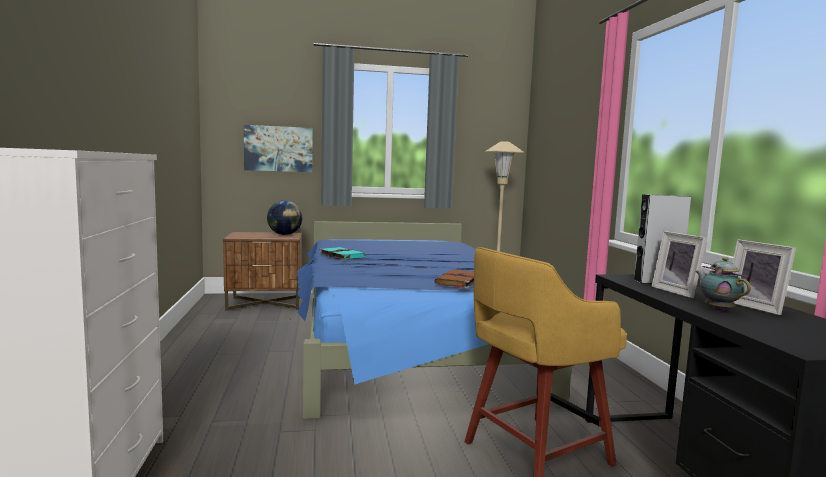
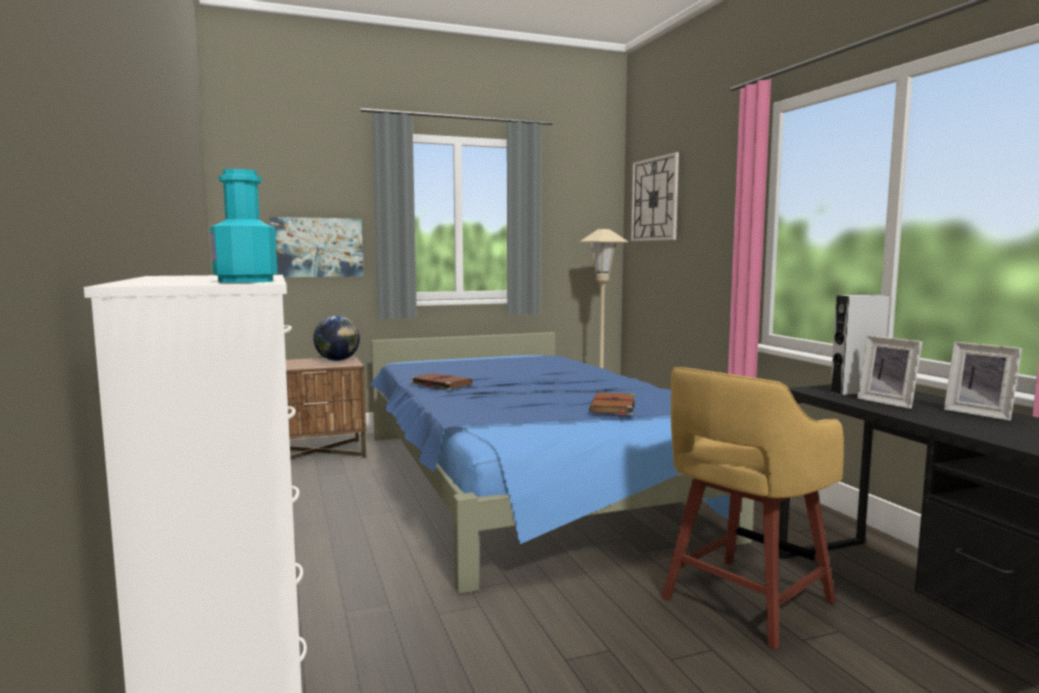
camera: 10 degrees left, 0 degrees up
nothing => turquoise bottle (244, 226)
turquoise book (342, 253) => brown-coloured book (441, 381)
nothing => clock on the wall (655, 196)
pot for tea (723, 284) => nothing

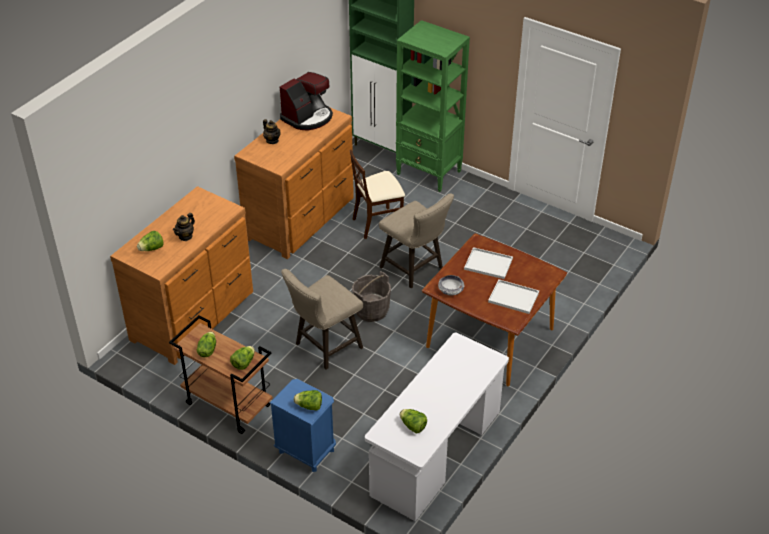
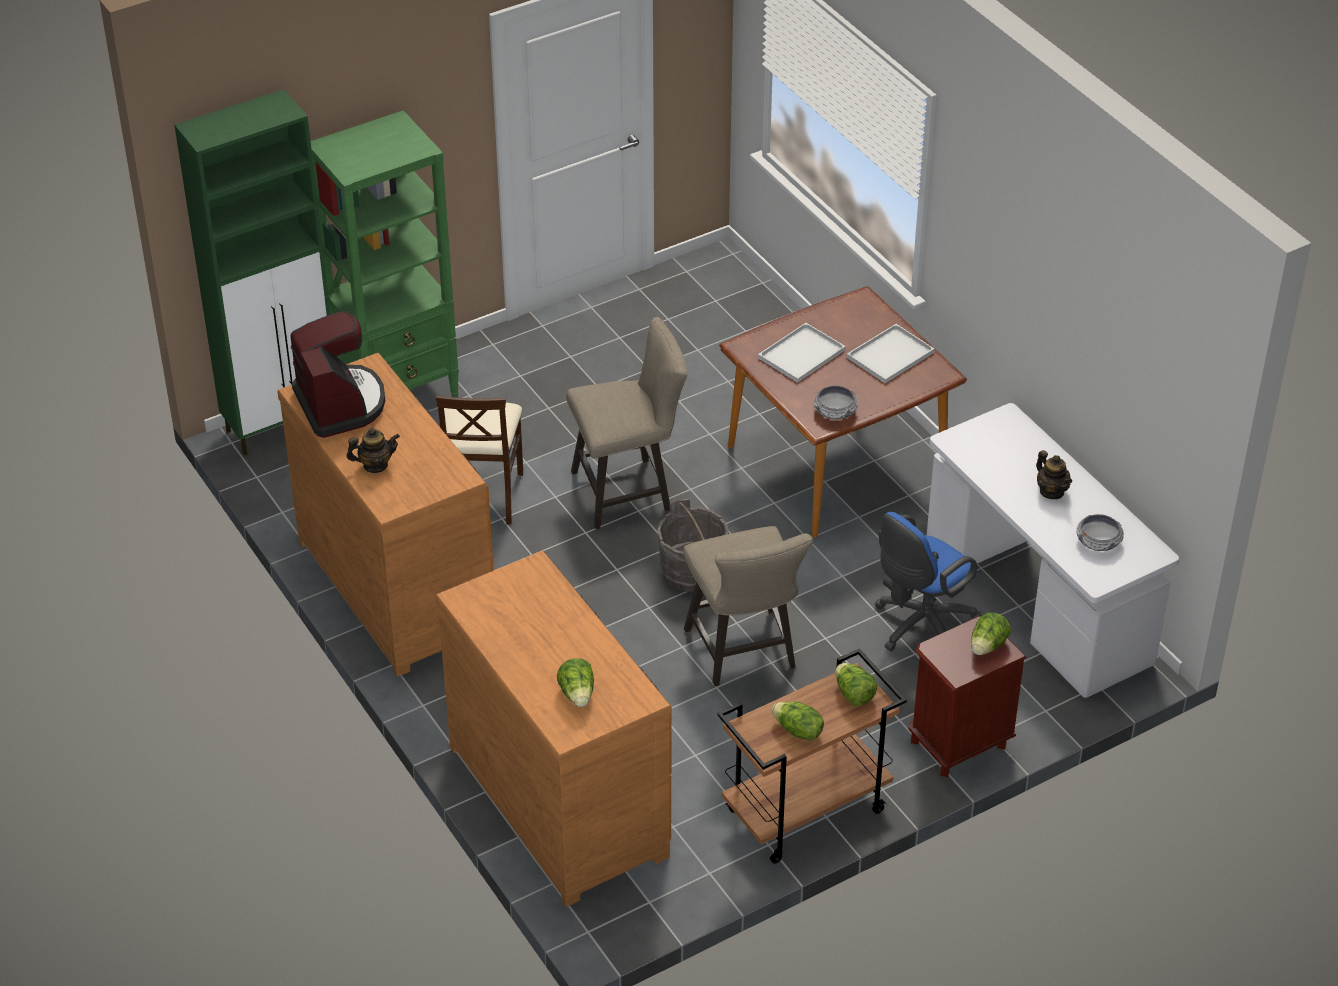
camera: 65 degrees left, 0 degrees up
nothing => bluish computer chair (927, 581)
bluish bedside table (302, 425) => brown-coloured bedside table (968, 696)
pot for tea (184, 227) => pot for tea (1054, 474), shifted
lettuce (413, 421) => serving bowl (1100, 532)

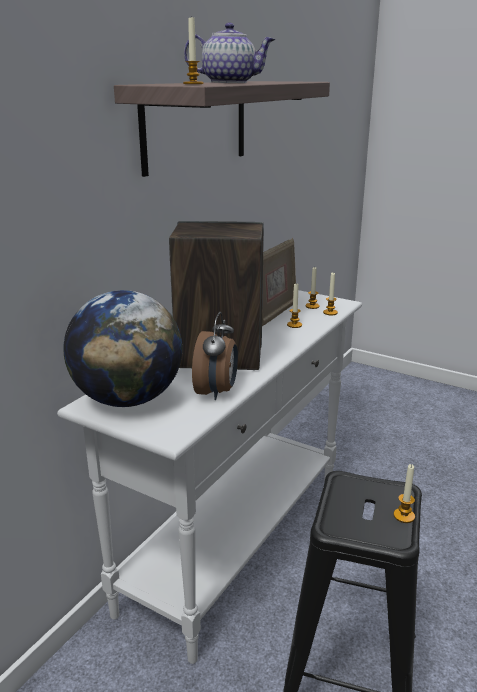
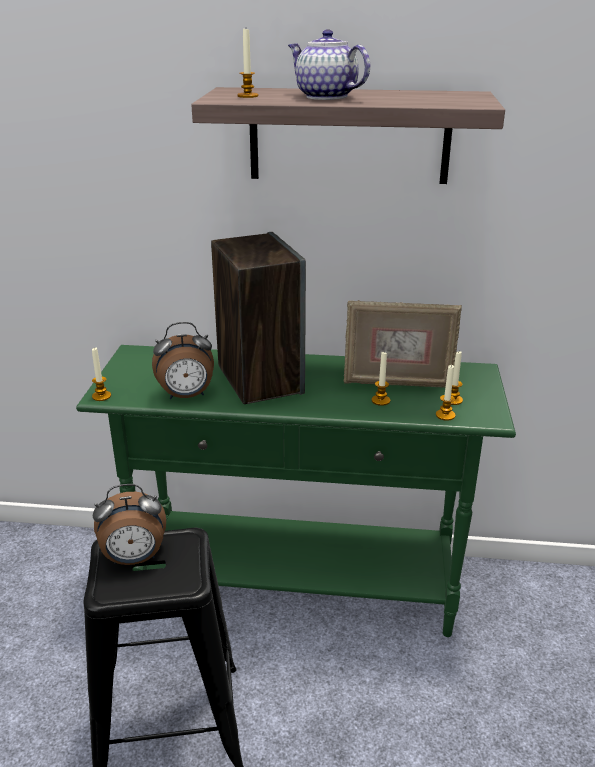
camera: 65 degrees right, 5 degrees up
whitish console table (209, 477) => green console table (296, 491)
wax light (404, 493) => wax light (101, 374), shifted
nothing => alarm clock (129, 524)
pot for tea (229, 53) => pot for tea (329, 64), 150 degrees clockwise
desk globe (122, 348) => nothing

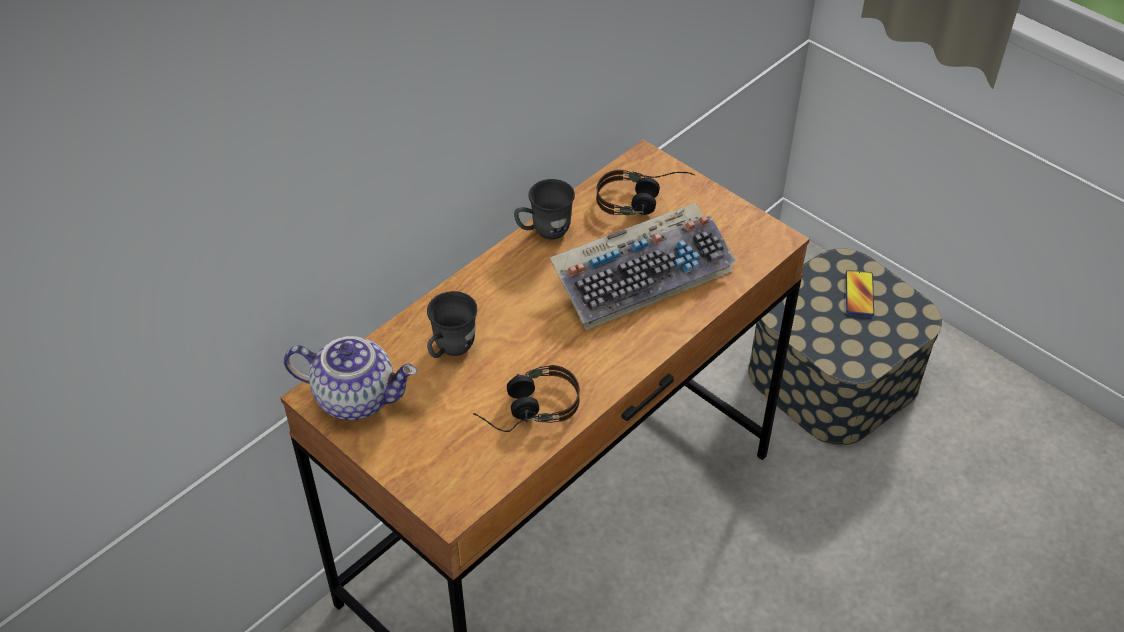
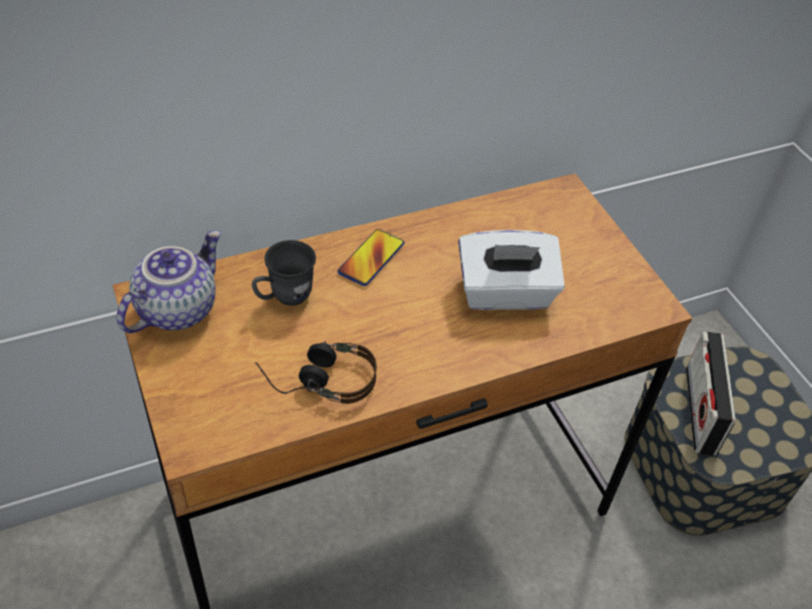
camera: 20 degrees right, 0 degrees up
pot for tea (350, 378) => pot for tea (168, 281), 90 degrees counterclockwise
handset (860, 293) => handset (371, 257), shifted
PC keyboard (643, 266) => whitish box of tissues (511, 270)
nothing => radio receiver (711, 393)
grey tea mug (544, 209) => nothing
headset (645, 192) => nothing

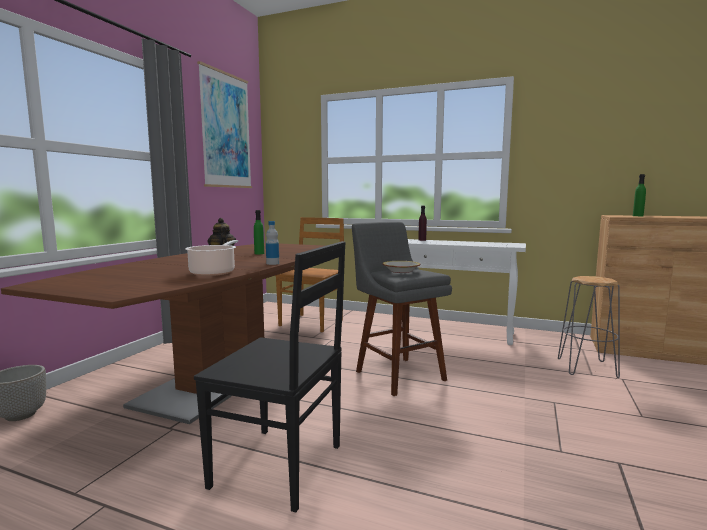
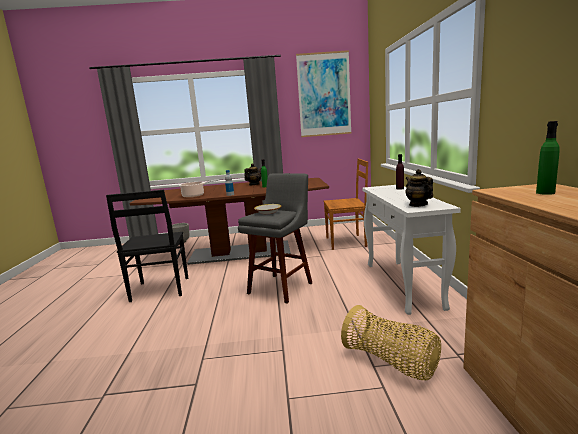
camera: 65 degrees right, 5 degrees up
grey stool (589, 327) => basket (391, 342)
nothing => pot for tea (419, 188)

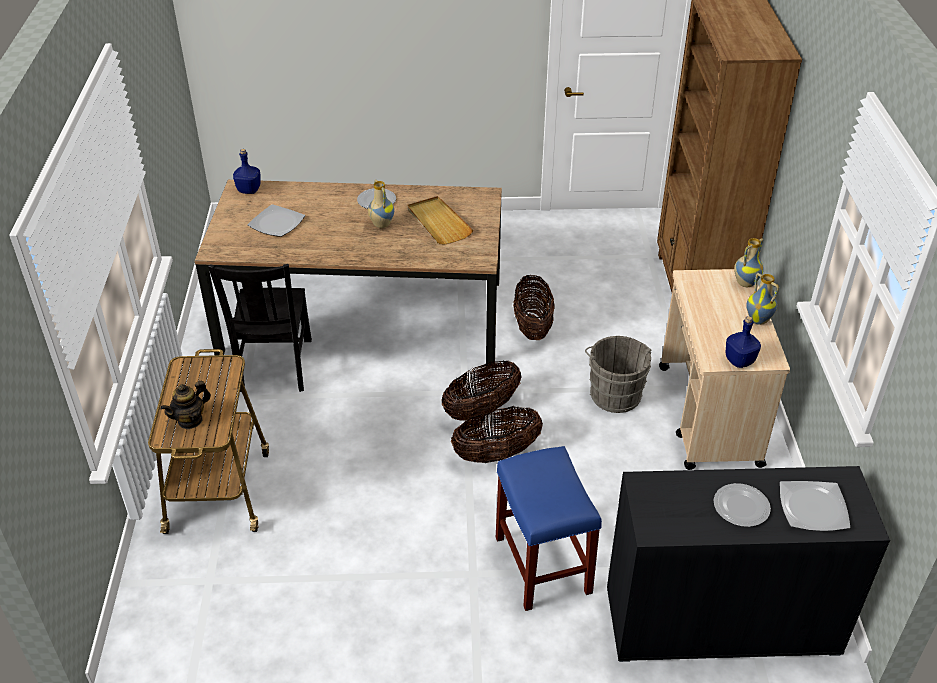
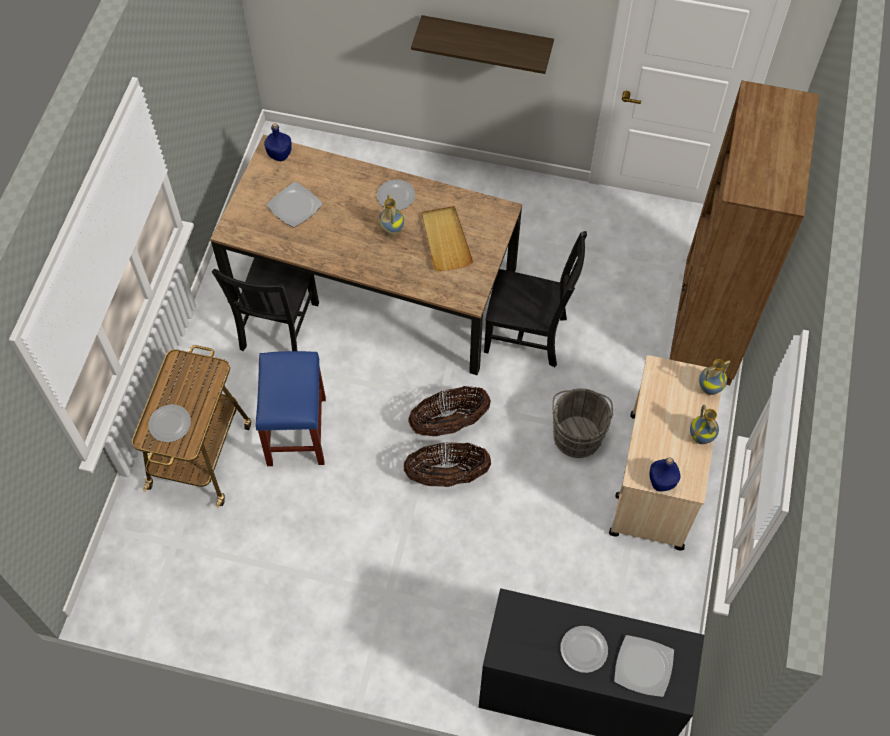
camera: 15 degrees right, 20 degrees up
pot for tea (185, 405) => dinner plate (169, 423)
bluish stool (549, 528) => bluish stool (291, 408), shifted
nothing => wall shelf (482, 44)
basket (534, 307) => black-coloured upright chair (535, 299)

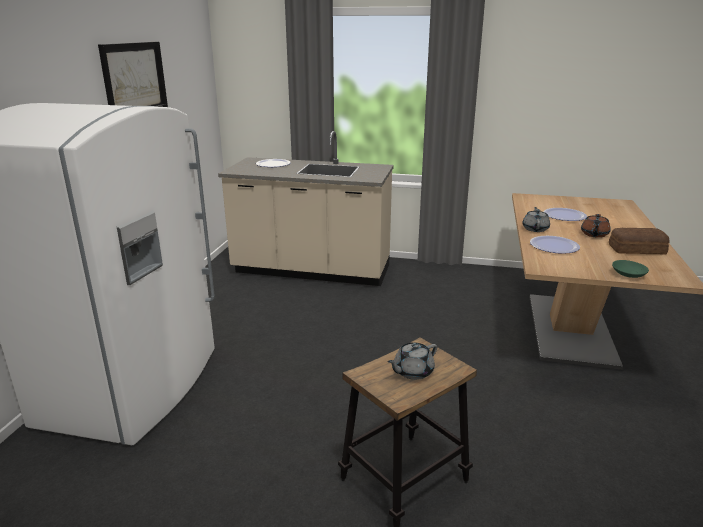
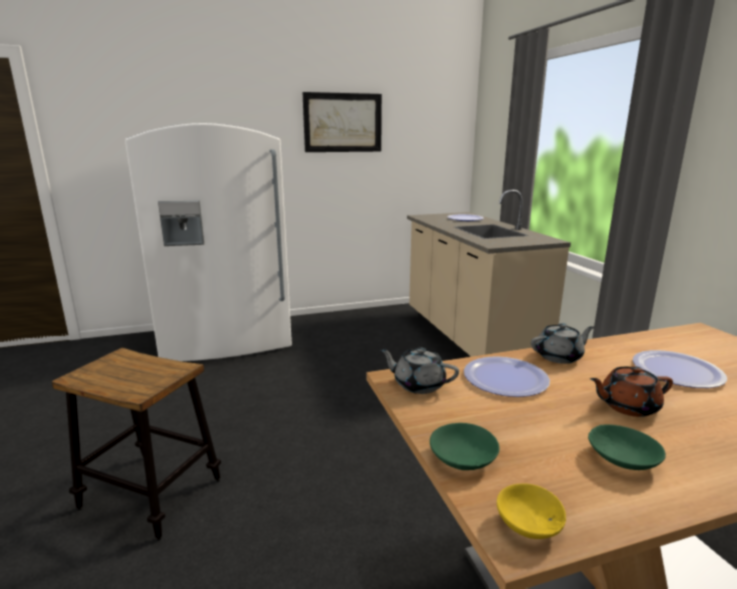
camera: 60 degrees right, 5 degrees down
grey pot for tea (412, 361) => grey pot for tea (419, 370), shifted
nothing => yellow serving bowl (531, 511)
baked bread (639, 241) => green serving bowl (627, 447)

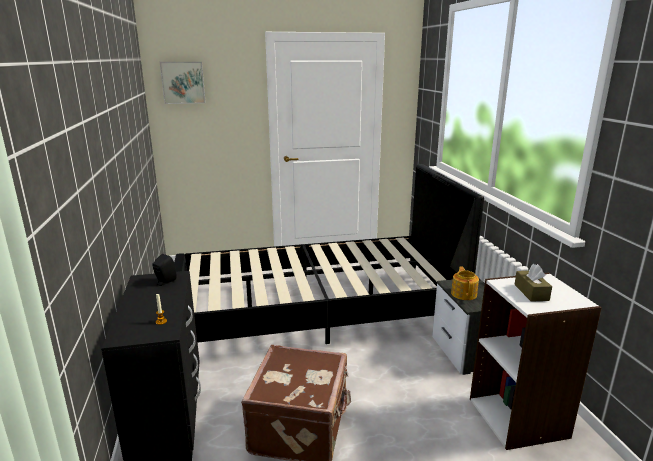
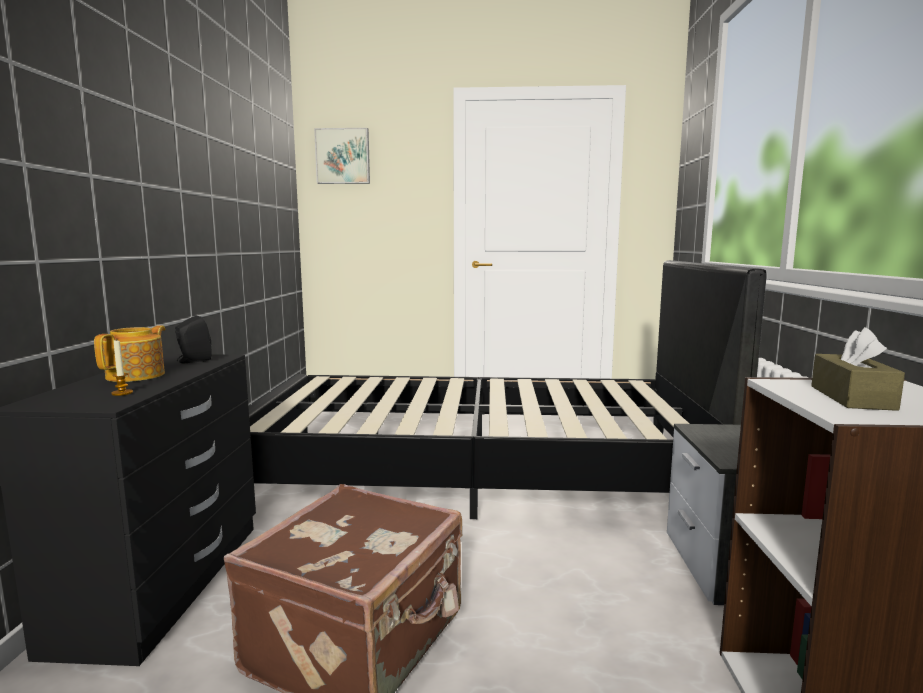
camera: 15 degrees right, 10 degrees down
pot for tea (465, 283) => pot for tea (130, 353), shifted

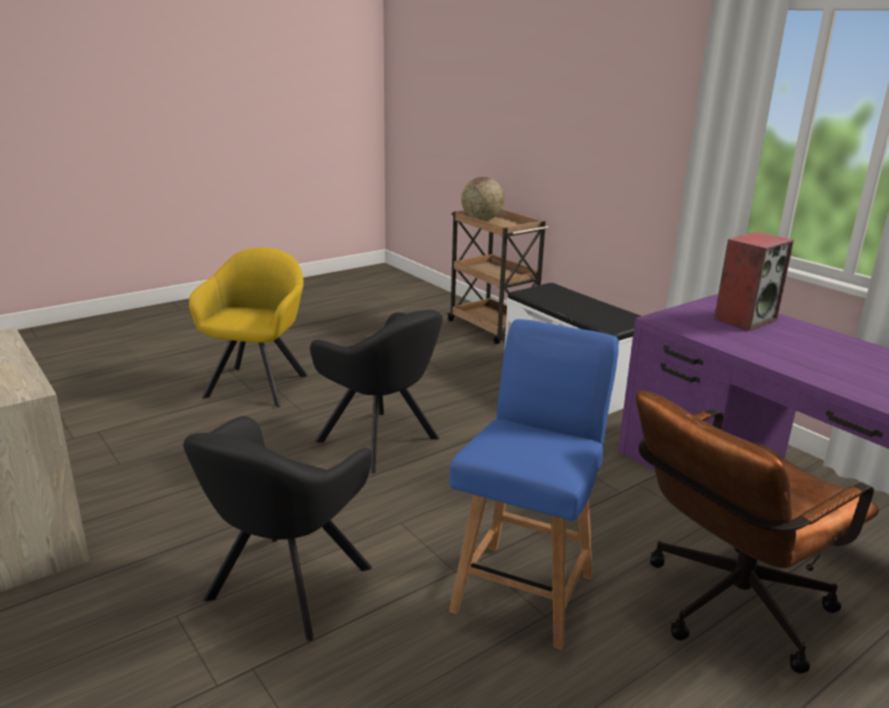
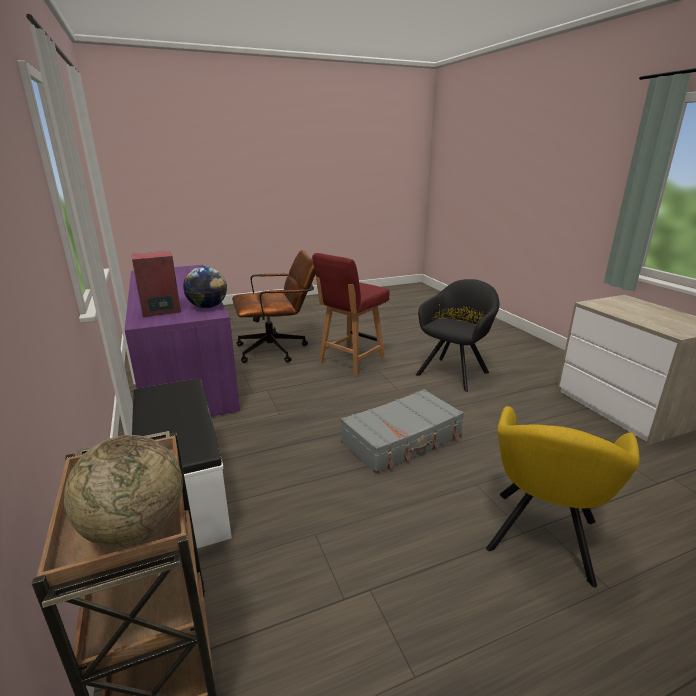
camera: 165 degrees left, 0 degrees up
nothing => desk globe (205, 287)
bluish upright chair (534, 484) => red upright chair (351, 314)
black-coloured lounge chair (376, 391) => grey travel case (402, 431)

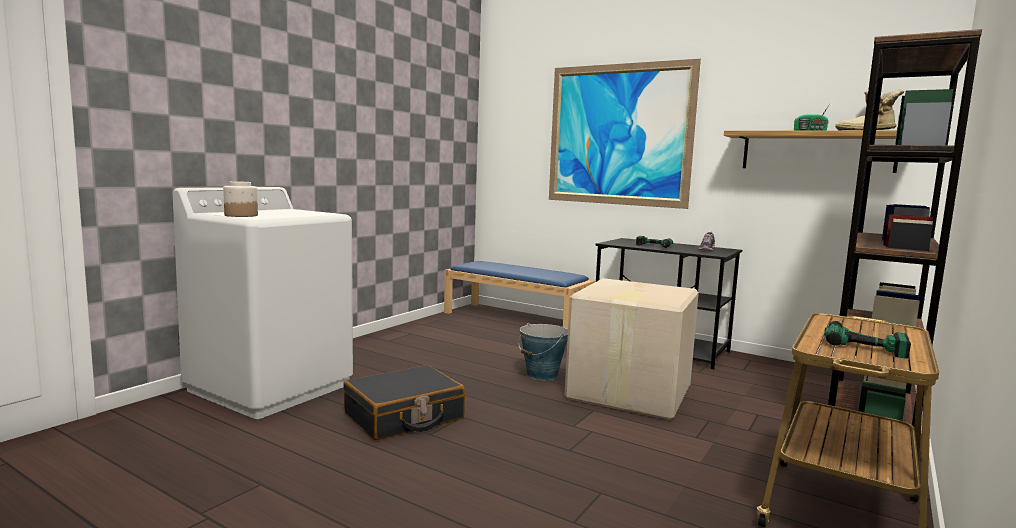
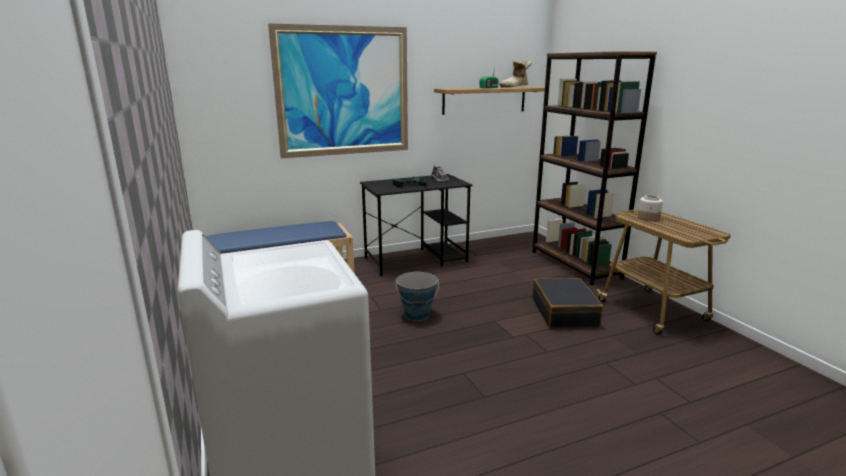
camera: 55 degrees left, 10 degrees up
black-coloured travel case (404, 402) => black-coloured travel case (568, 303), shifted
jar (240, 199) => jar (650, 208), shifted
cardboard box (632, 349) => nothing
drill (867, 340) => nothing

